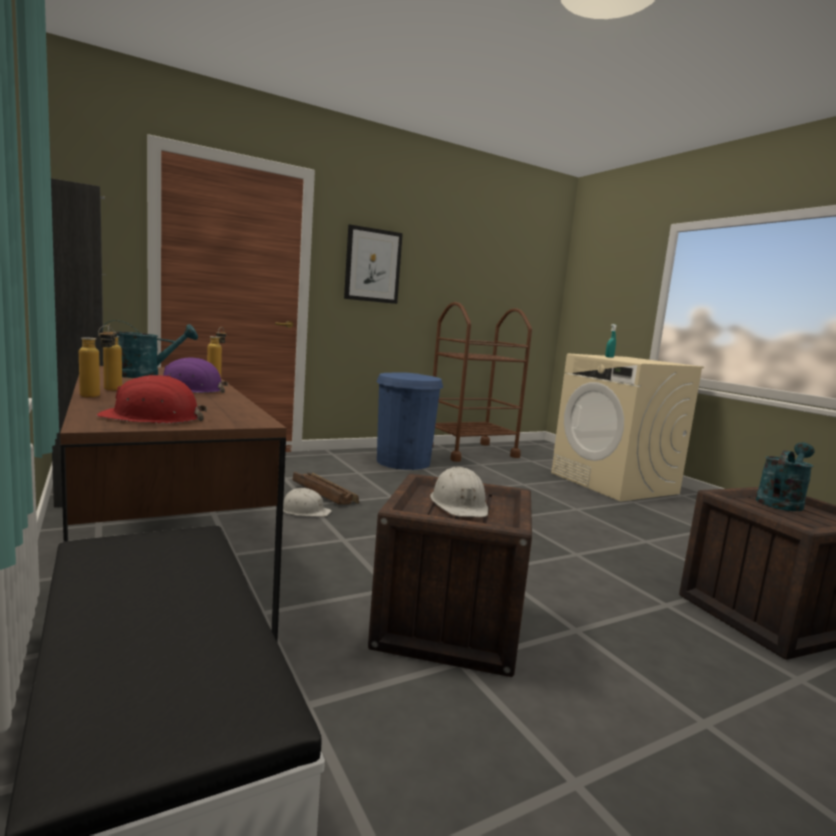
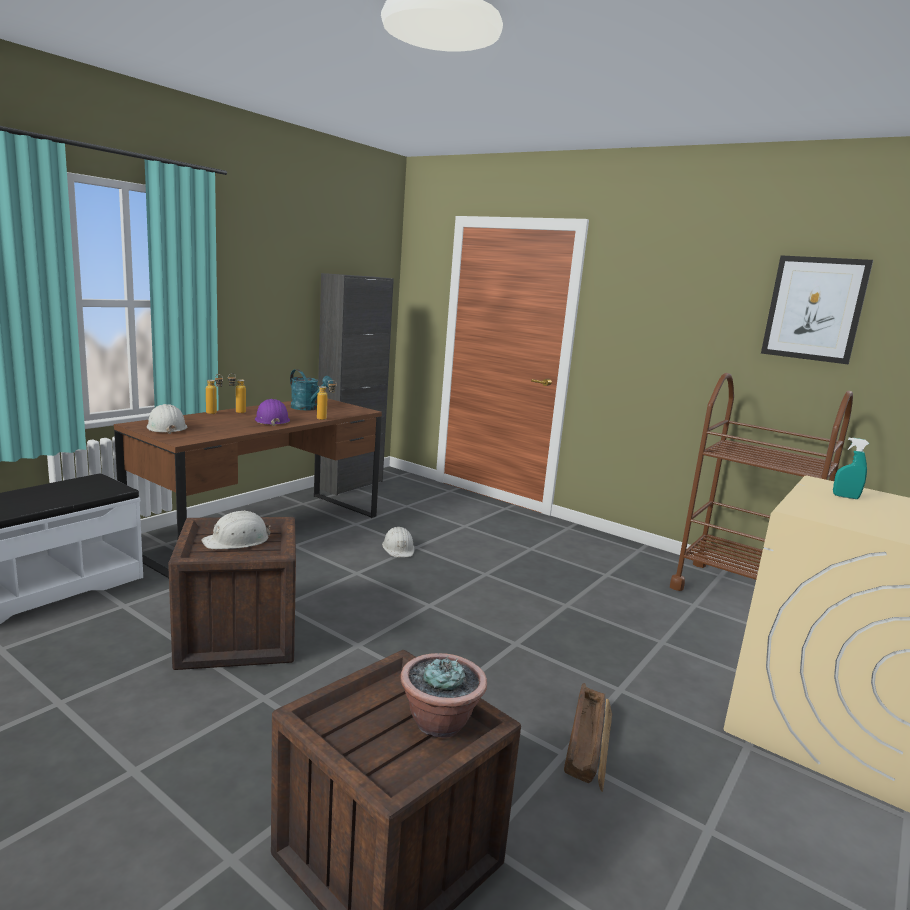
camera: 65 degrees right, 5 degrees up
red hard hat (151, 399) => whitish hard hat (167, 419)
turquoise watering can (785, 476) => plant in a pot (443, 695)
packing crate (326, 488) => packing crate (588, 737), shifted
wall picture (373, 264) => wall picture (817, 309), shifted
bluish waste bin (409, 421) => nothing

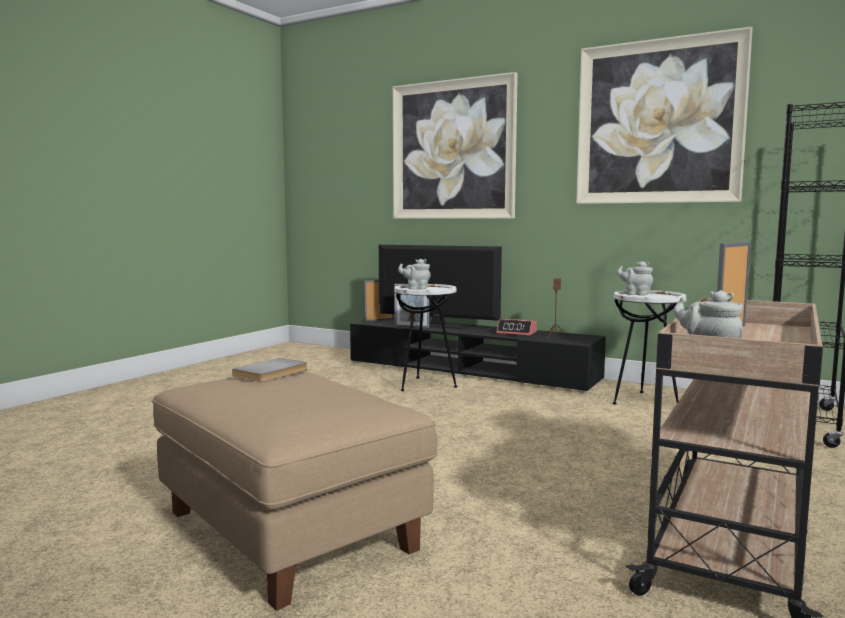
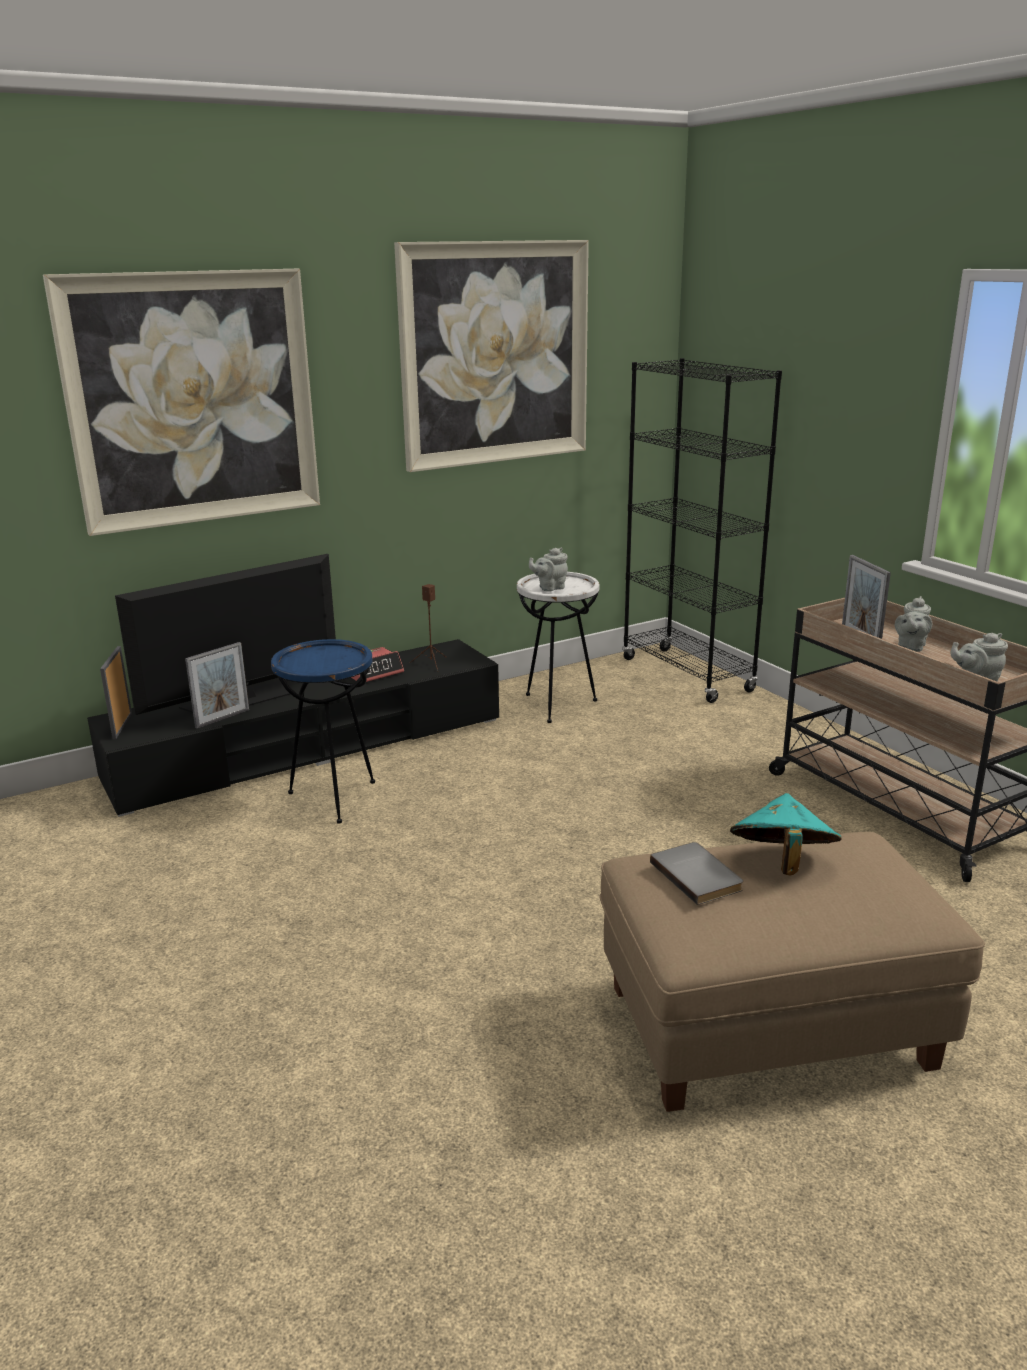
camera: 60 degrees left, 15 degrees up
whitish side table (425, 337) => bluish side table (323, 731)
nothing => turquoise hat (786, 834)
grey pot for tea (414, 274) => grey pot for tea (913, 624), shifted

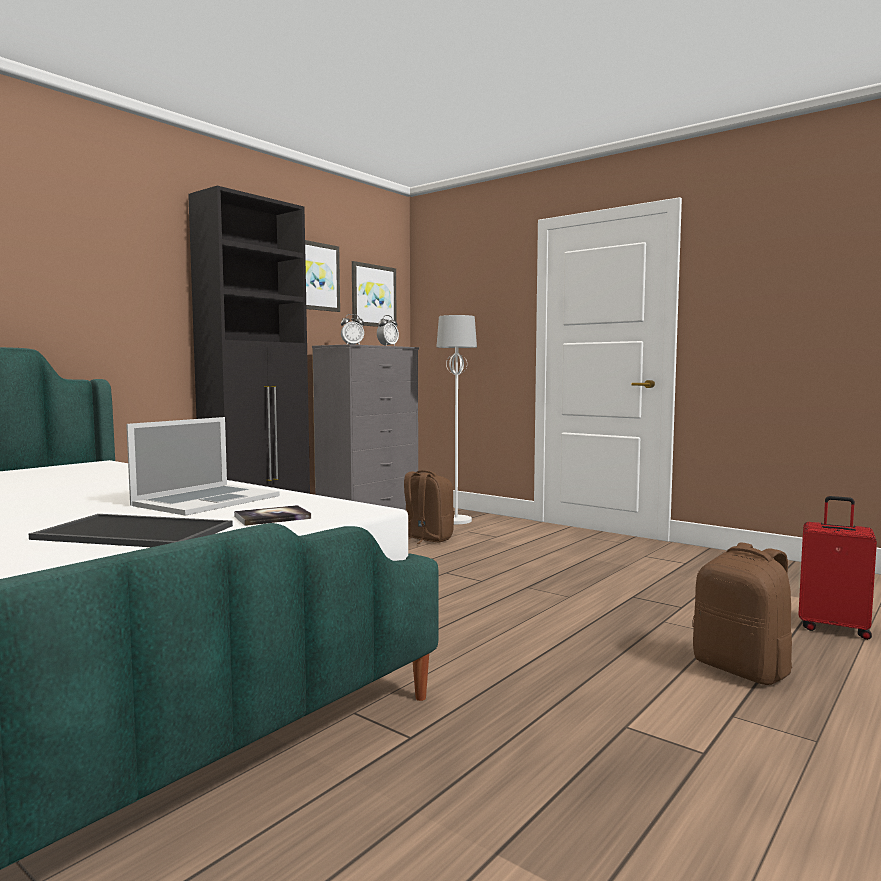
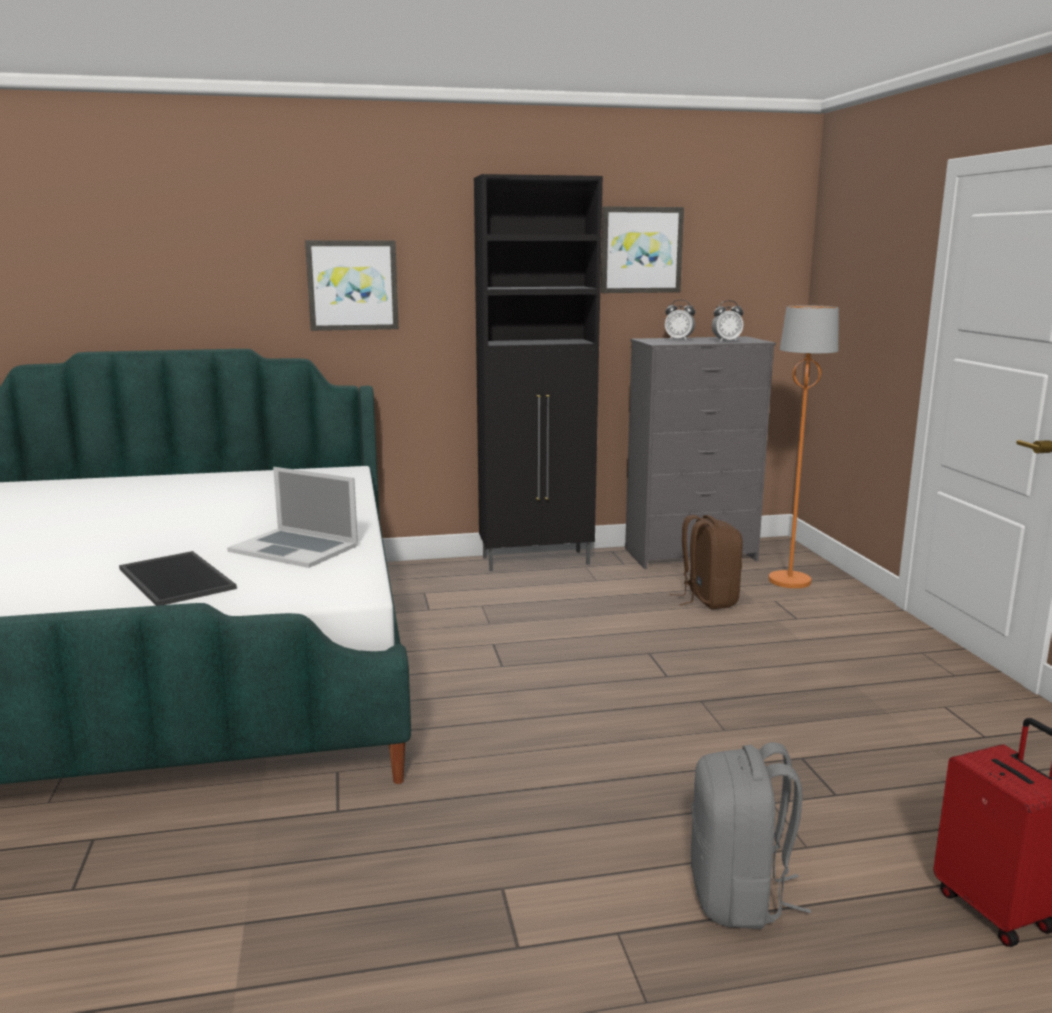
camera: 40 degrees right, 10 degrees up
portable computer (203, 466) => portable computer (292, 517), 45 degrees clockwise
wall picture (374, 294) => wall picture (352, 285), shifted
brown-coloured knapsack (742, 613) => grey knapsack (751, 835)
whitish standard lamp (456, 419) => orange standard lamp (804, 446)
book (272, 515) => nothing

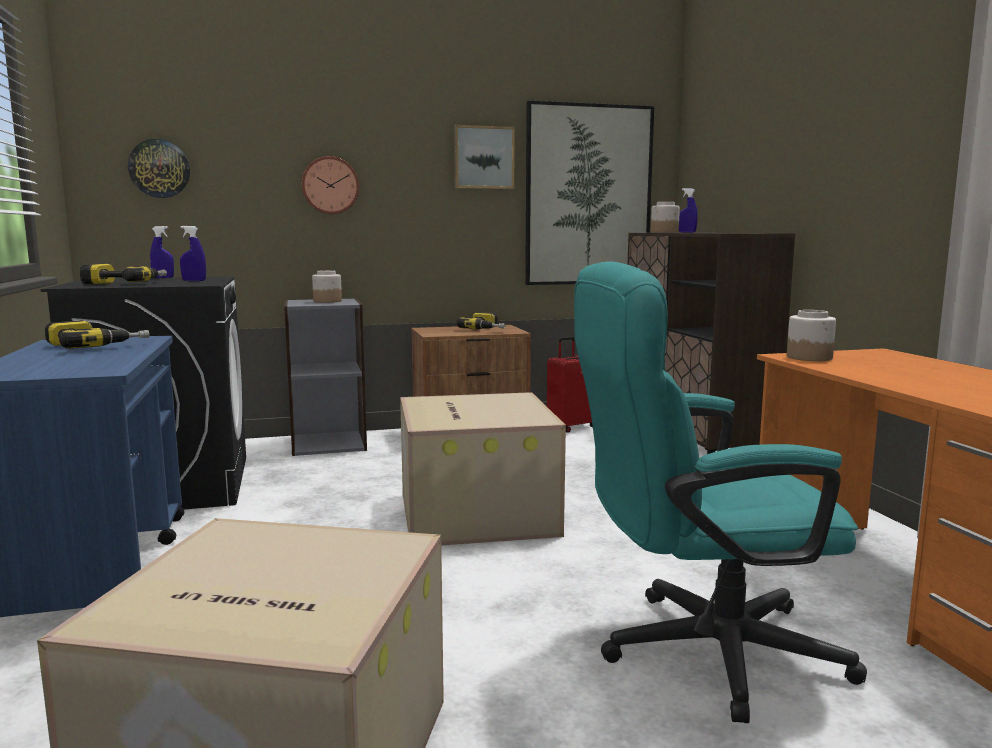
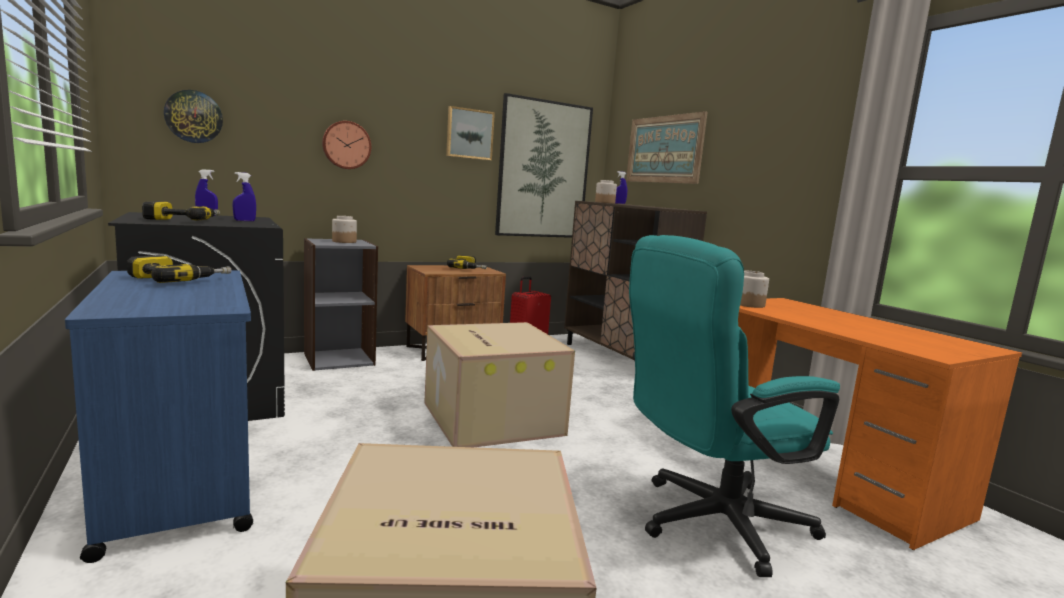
camera: 15 degrees left, 0 degrees up
nothing => wall picture (667, 147)

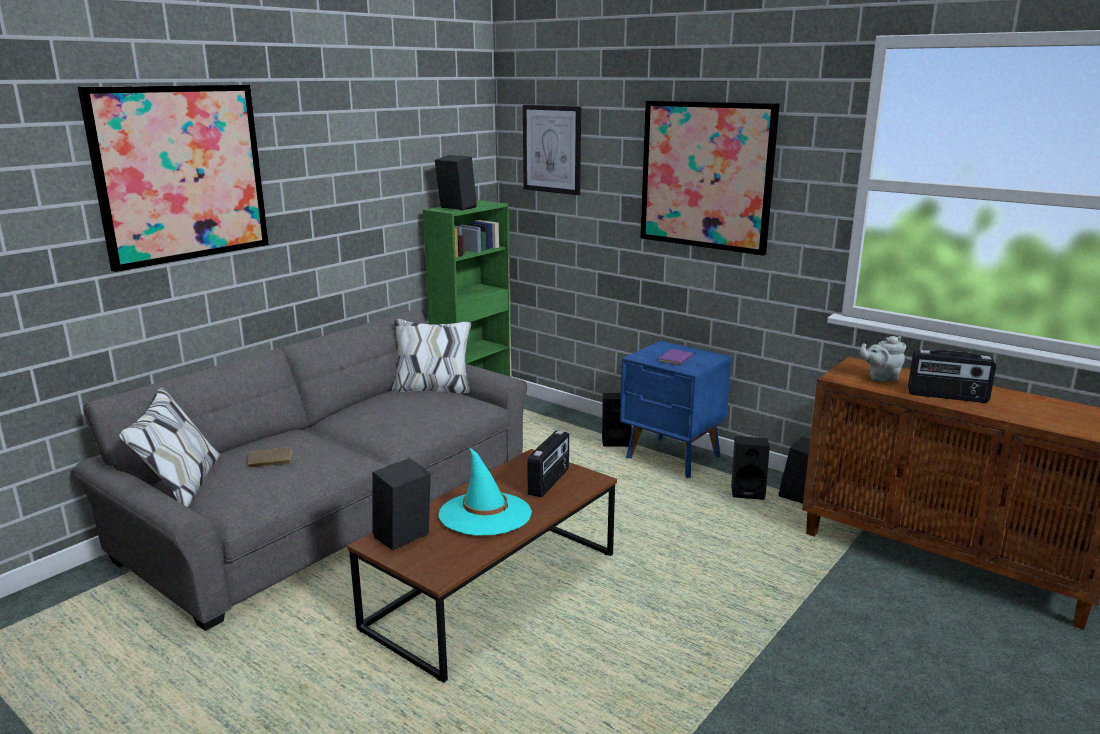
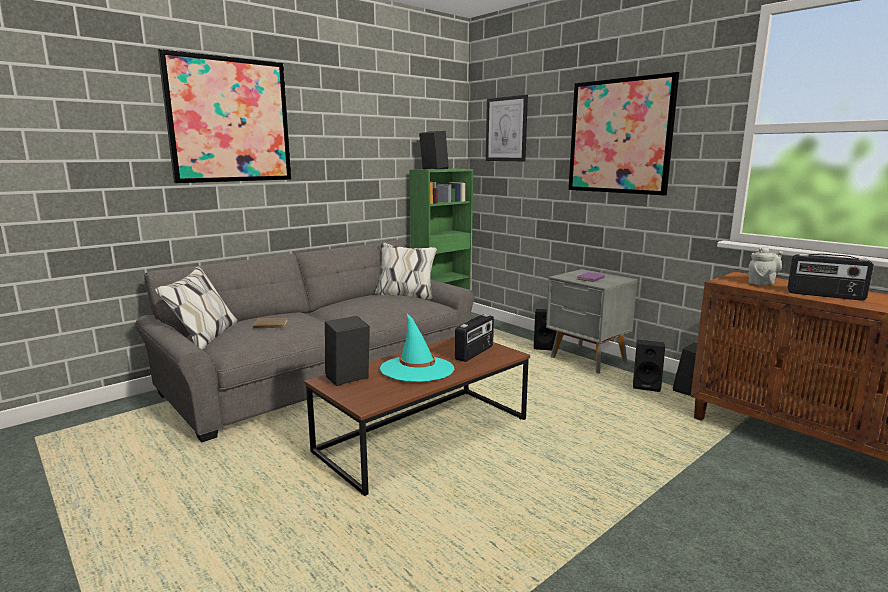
camera: 10 degrees right, 5 degrees down
bluish bedside table (676, 409) => grey bedside table (591, 321)
grey pot for tea (883, 359) => grey pot for tea (765, 266), 150 degrees clockwise

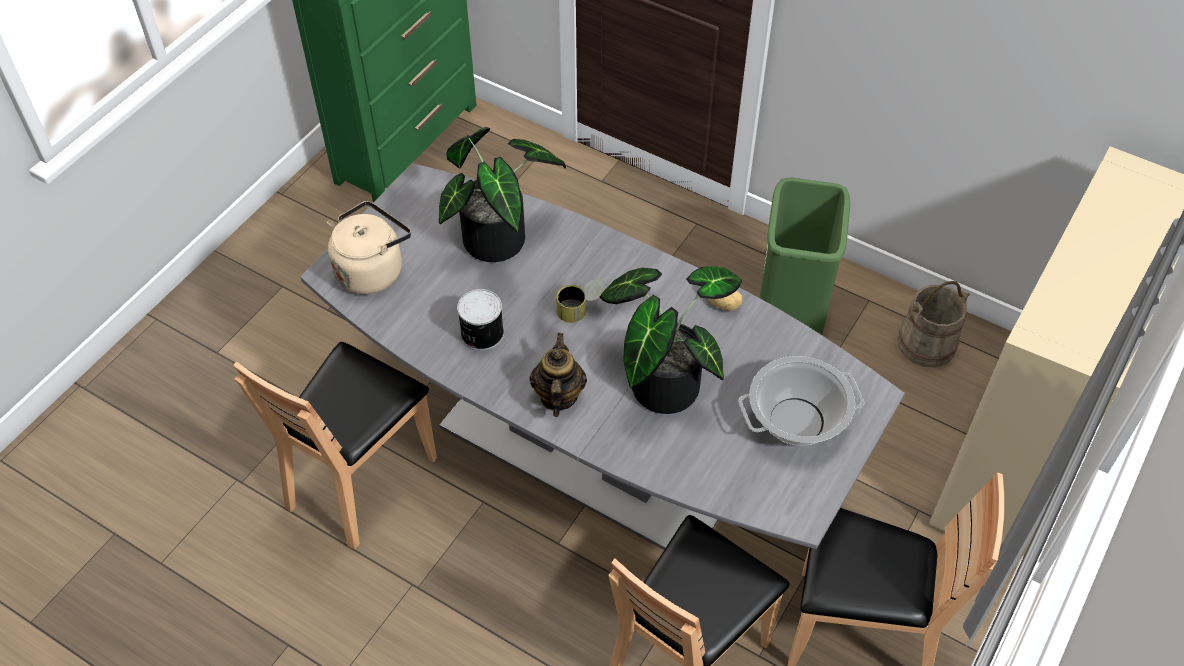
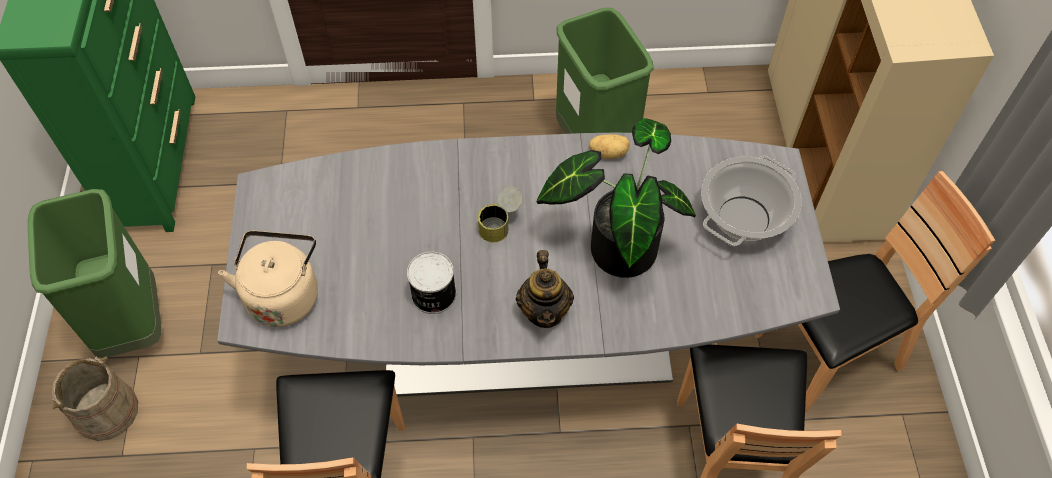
camera: 35 degrees left, 5 degrees up
nothing => green waste bin (94, 273)
beige-coloured pail (933, 324) => beige-coloured pail (95, 398), shifted
pot for tea (558, 375) => pot for tea (545, 289), 150 degrees counterclockwise
plant in a pot (502, 194) => nothing

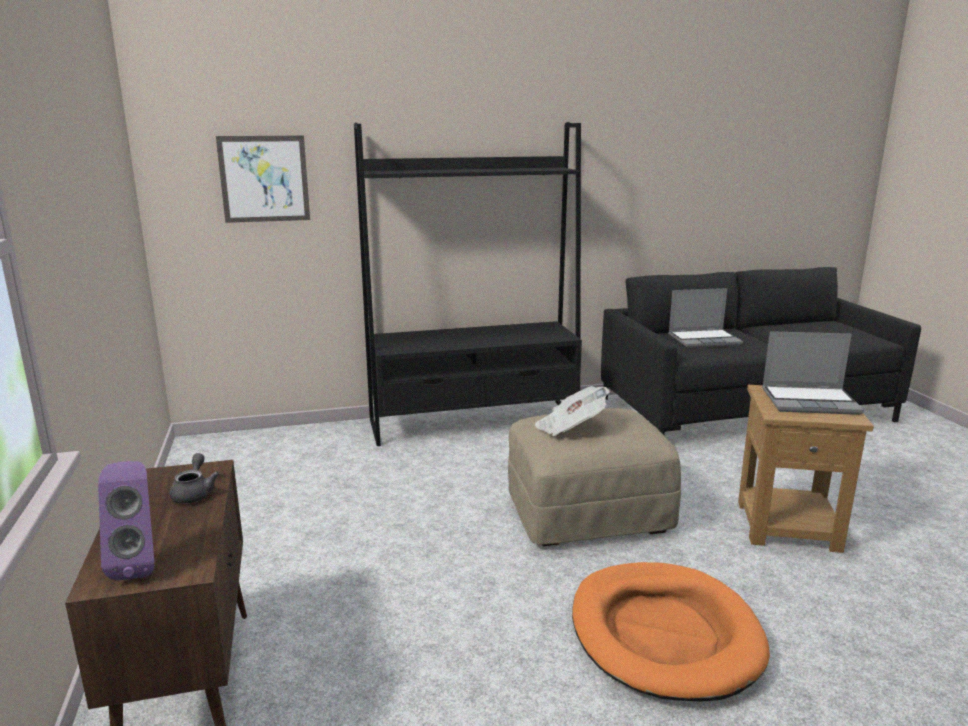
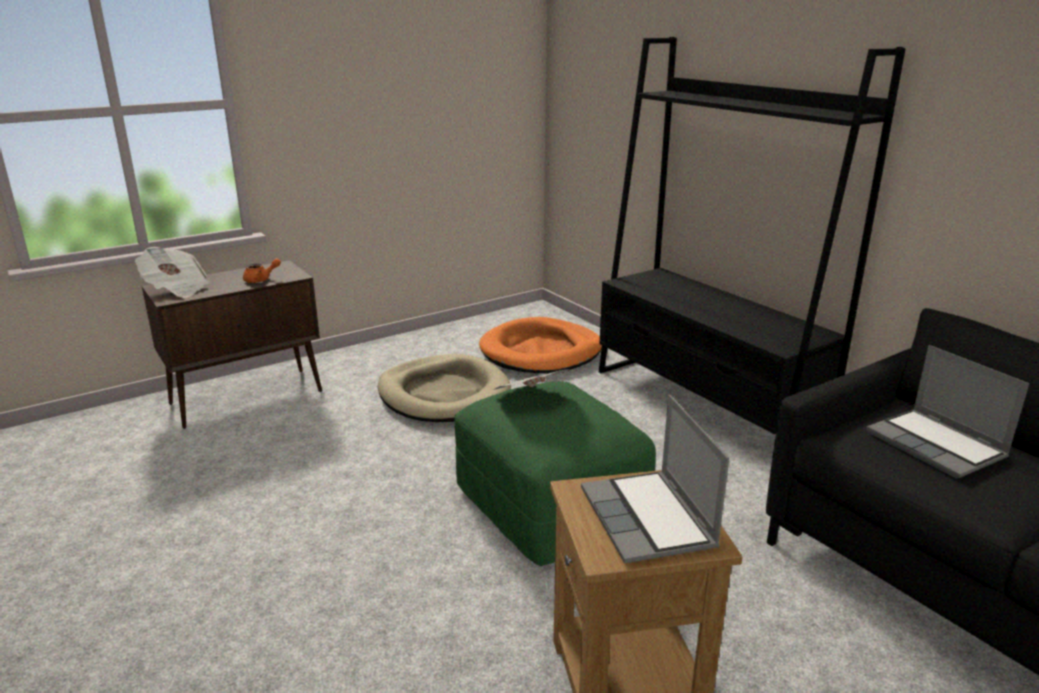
camera: 70 degrees right, 5 degrees up
purple-coloured speaker (126, 521) => newspaper (172, 272)
grey pot for tea (194, 478) => orange pot for tea (262, 270)
nothing => beige-coloured dog cushion (444, 388)
beige-coloured footrest (594, 477) => green footrest (555, 474)
orange dog cushion (671, 632) => orange dog cushion (540, 345), shifted
wall picture (263, 179) => nothing

